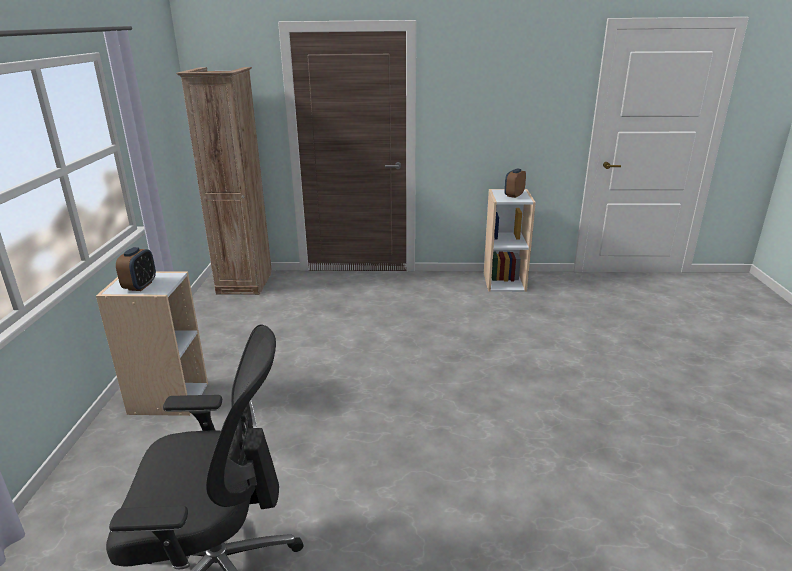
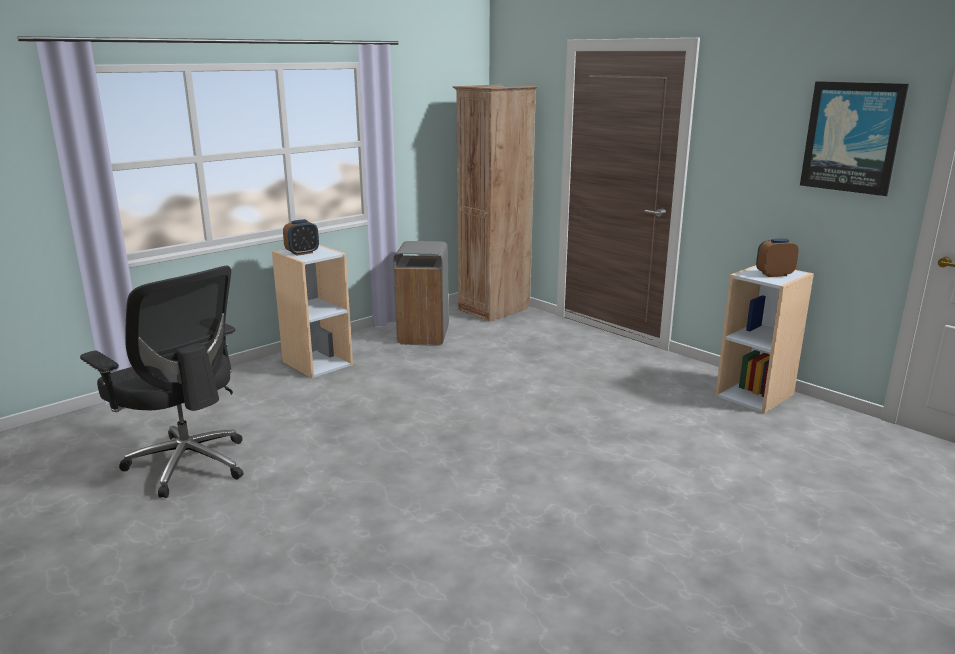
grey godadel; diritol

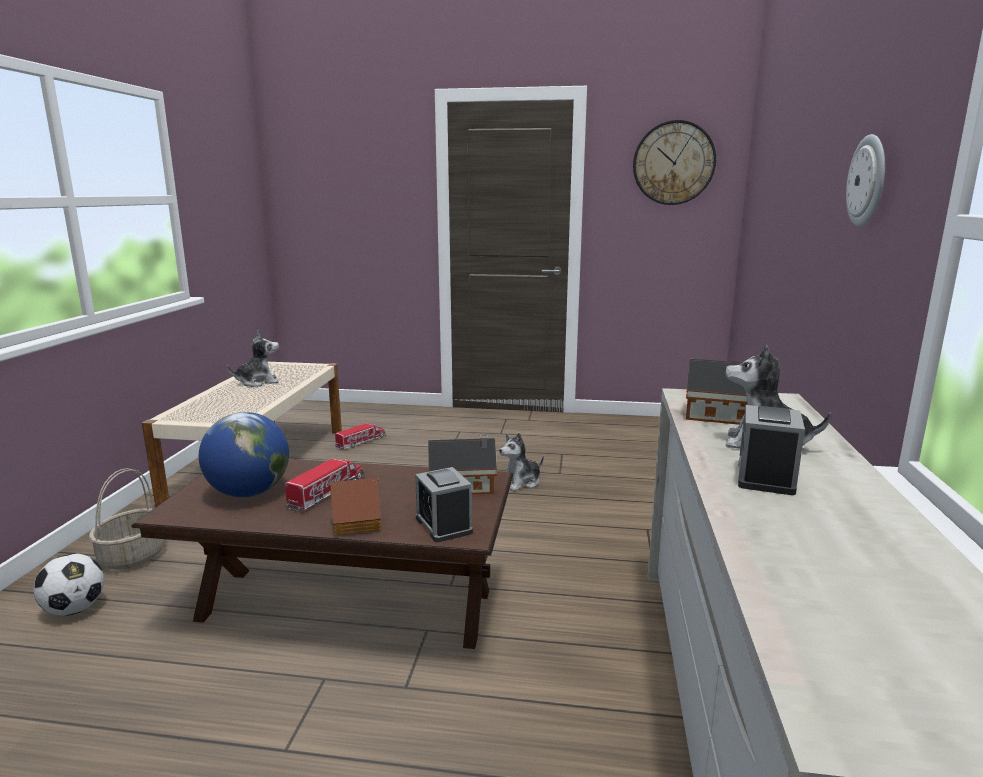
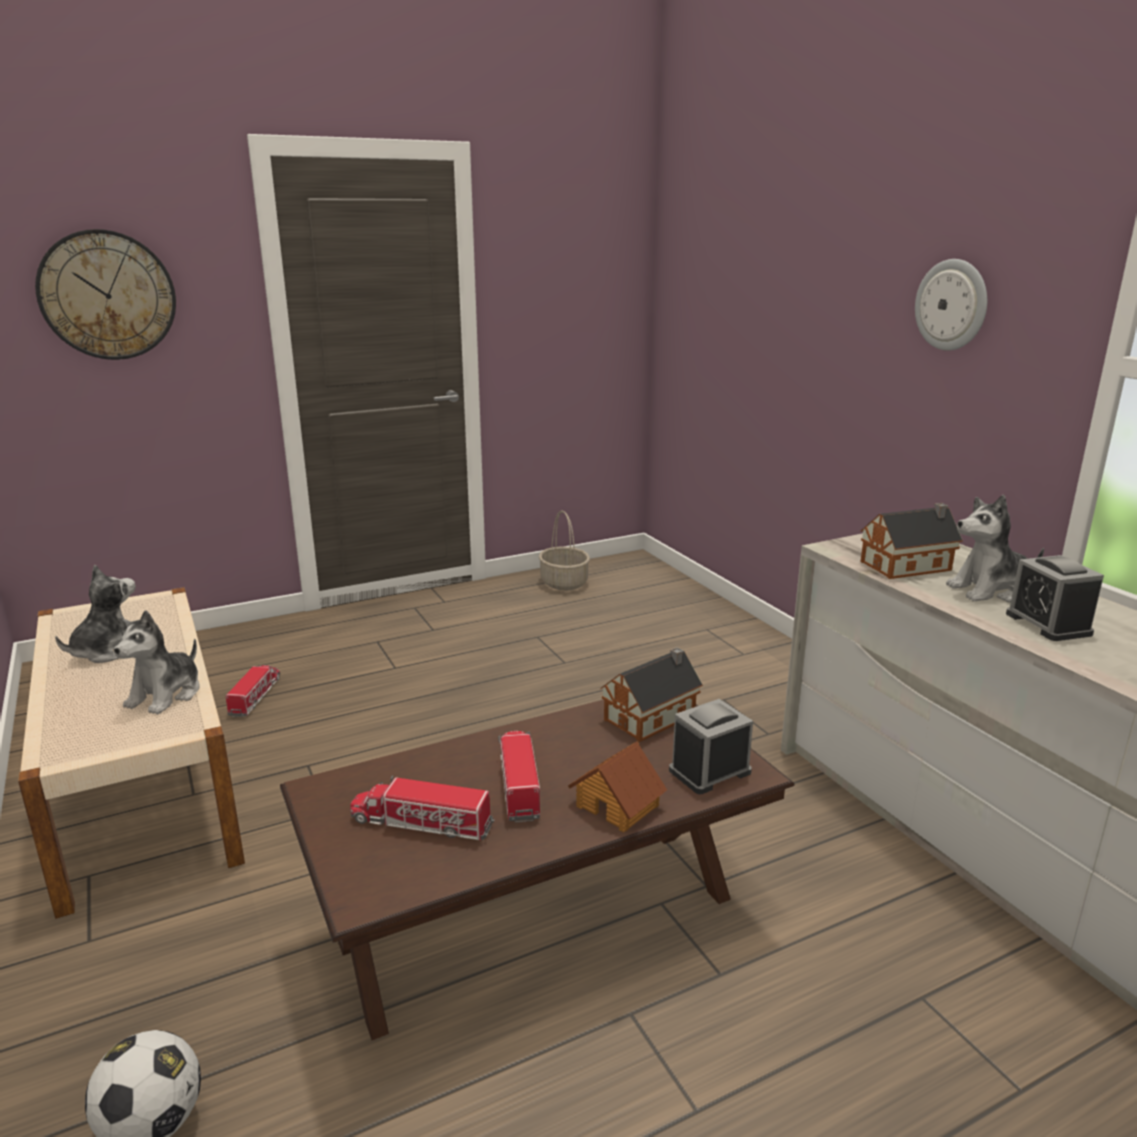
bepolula; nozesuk (2nd from left); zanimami (1st from left); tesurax (2nd from left); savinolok (1st from left)

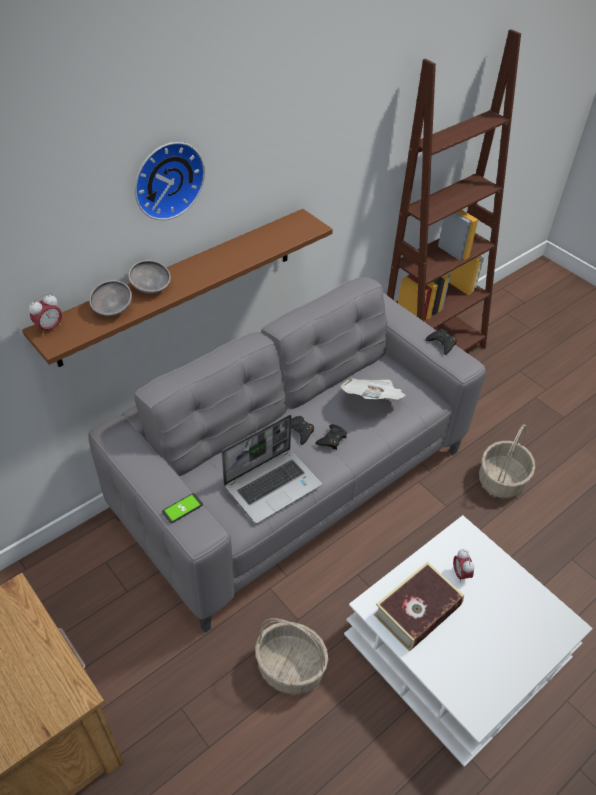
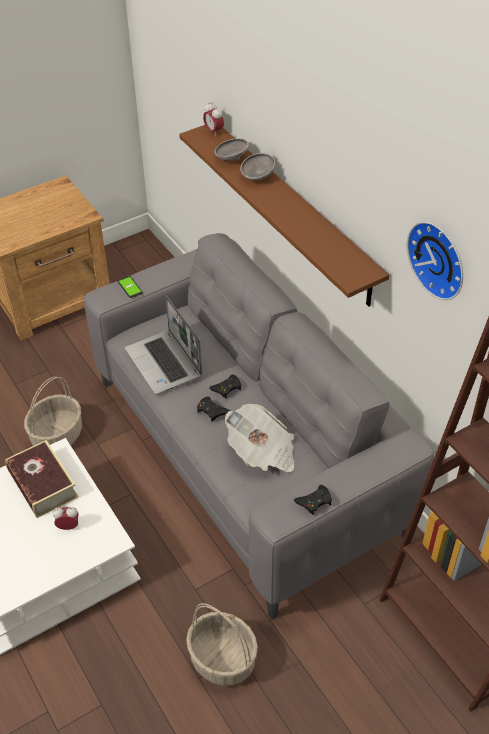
savinolok

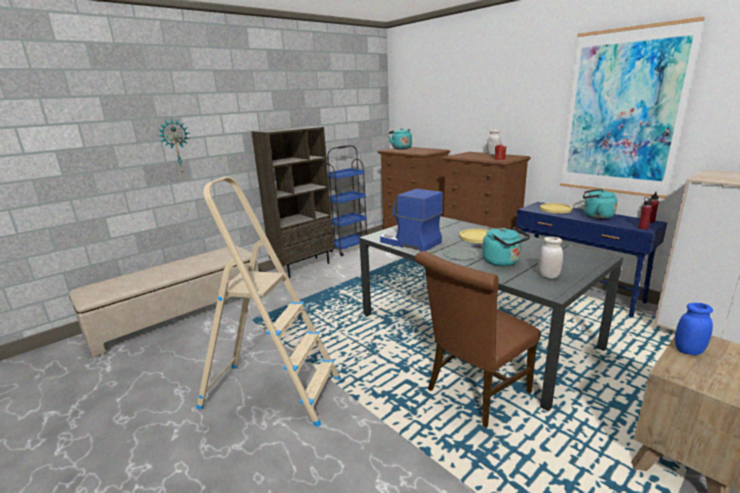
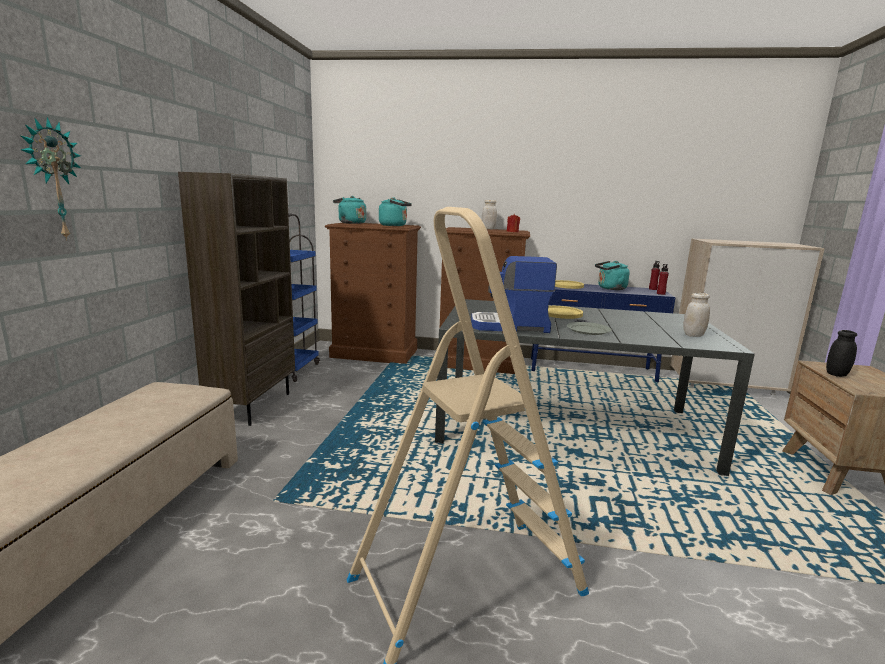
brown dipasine; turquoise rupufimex (2nd from left); diritol; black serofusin

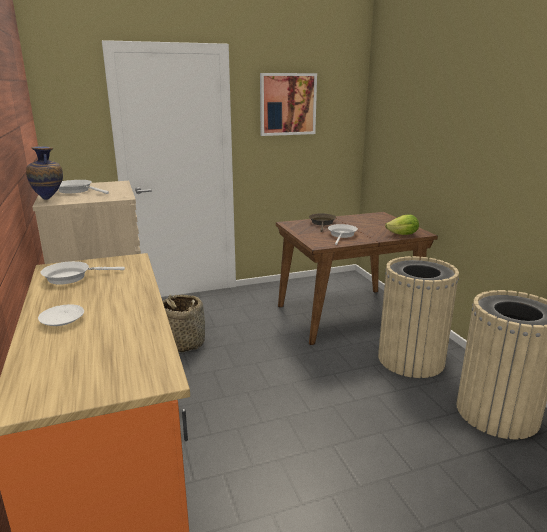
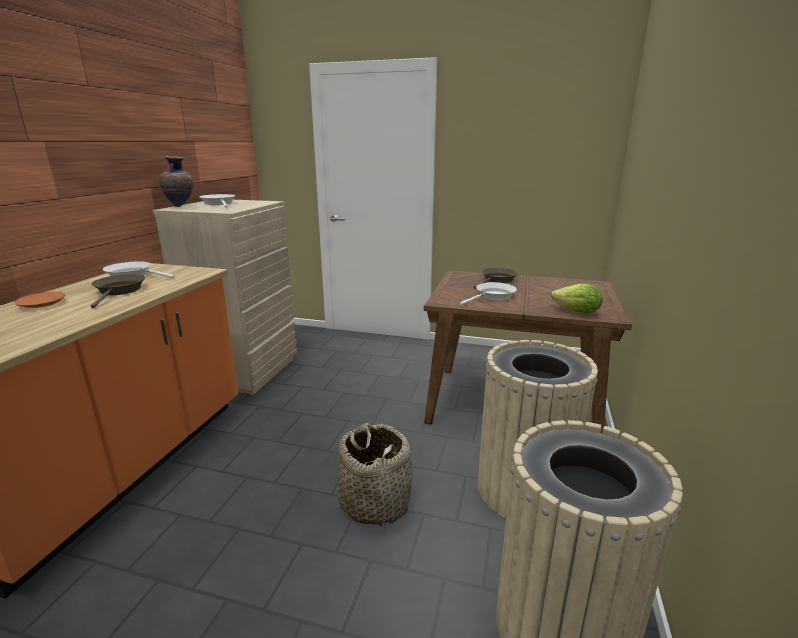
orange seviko; bepolula; diritol; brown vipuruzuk (1st from left)

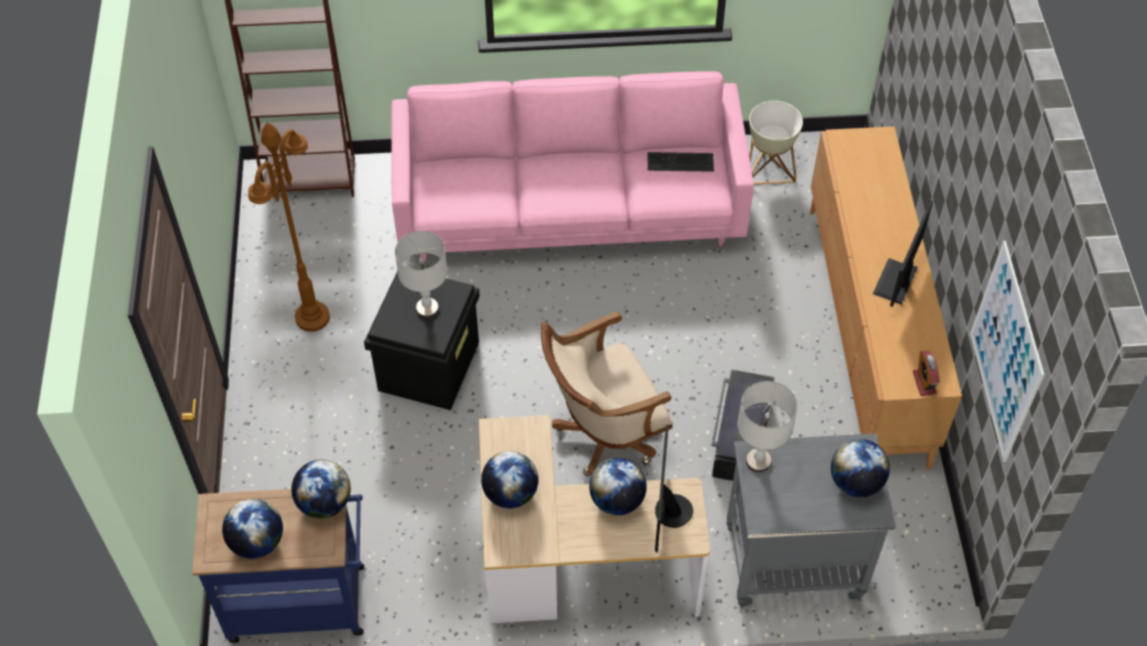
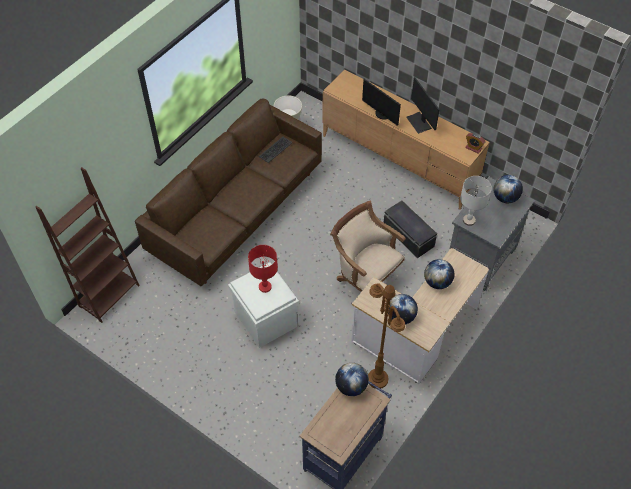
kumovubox (1st from left in the first image); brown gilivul; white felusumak; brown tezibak; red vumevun; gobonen; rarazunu (1st from left); diritol

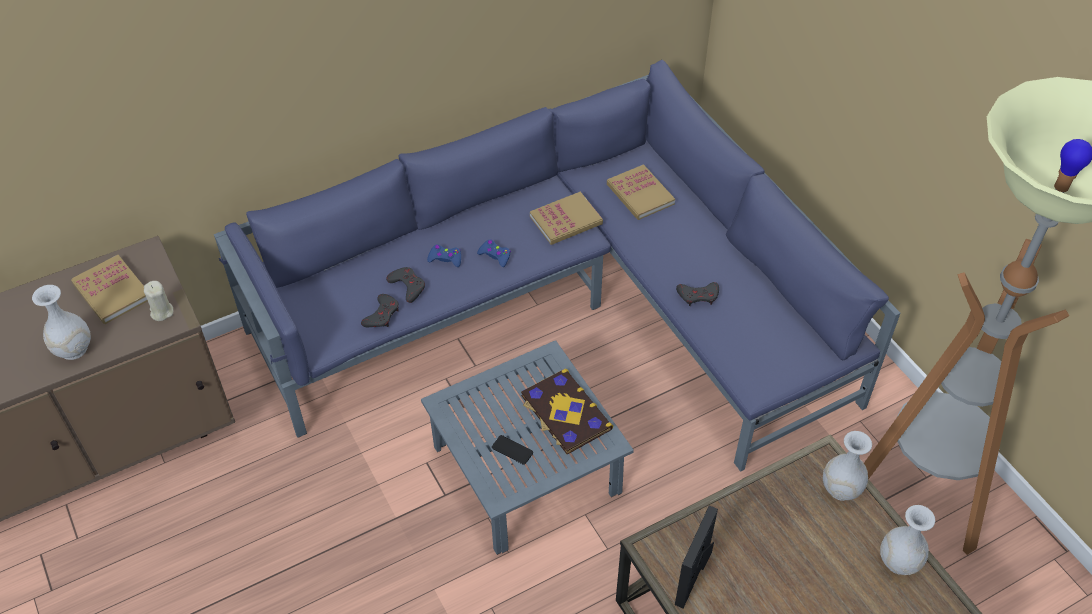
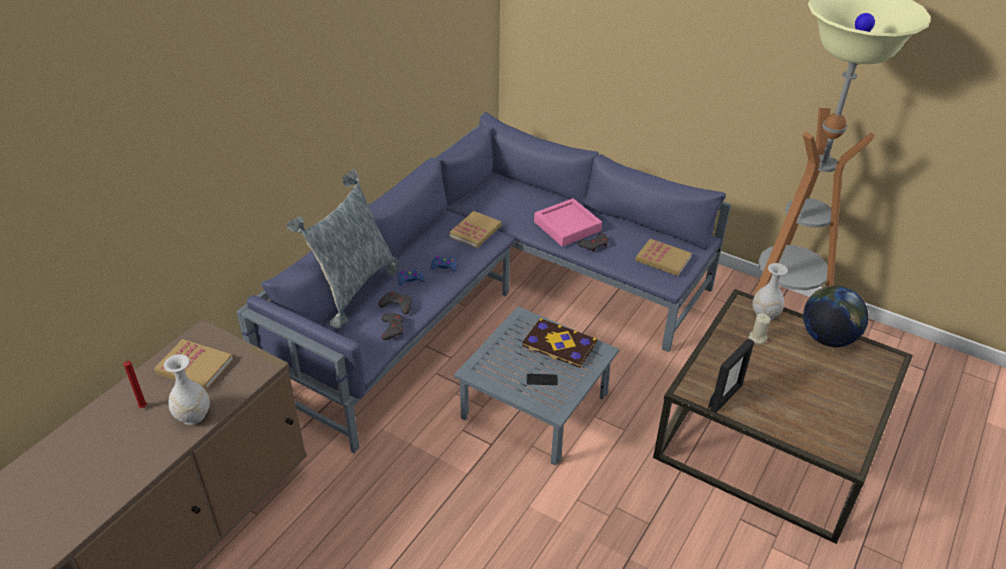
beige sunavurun; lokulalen (4th from left); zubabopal; kumovubox; red sunavurun; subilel; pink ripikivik

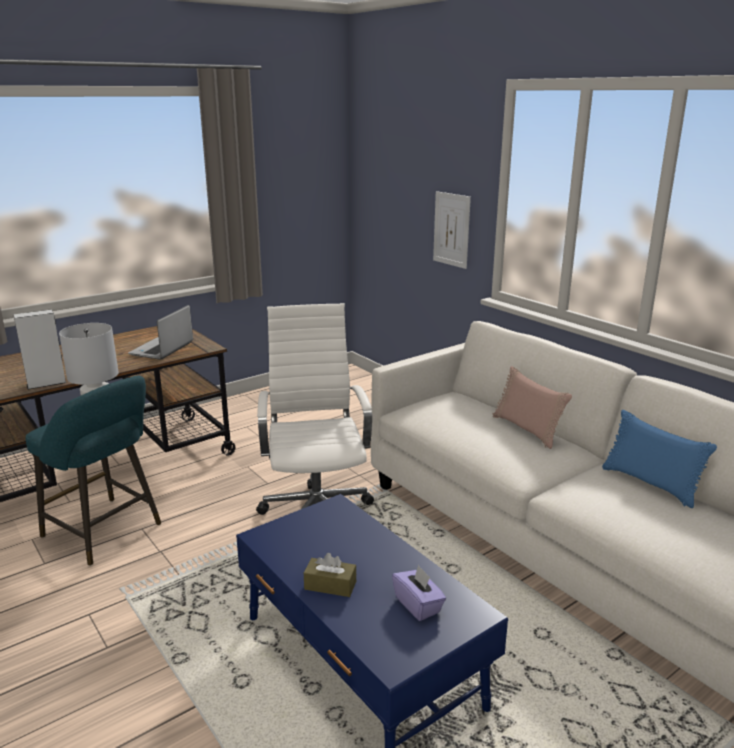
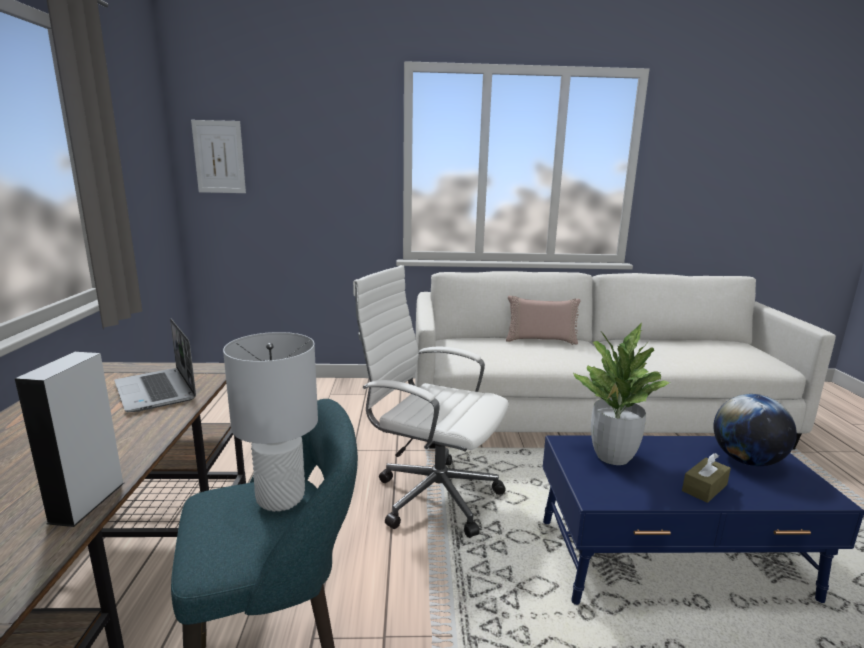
kumovubox; diritol; blue subilel; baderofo

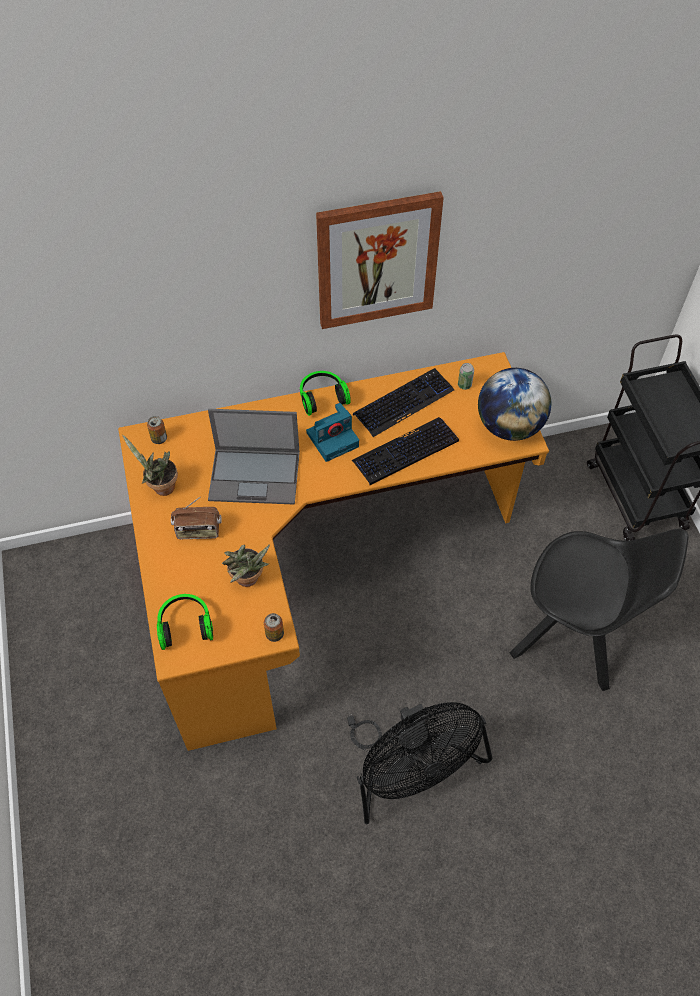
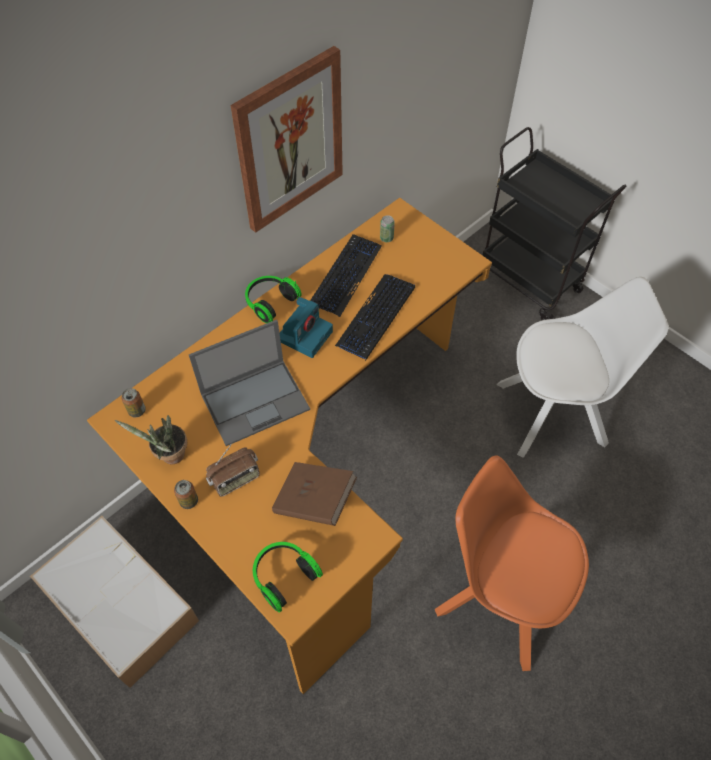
brown lokulalen; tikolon (2nd from left); orange dipasine; kumovubox; white dipasine; felusumak

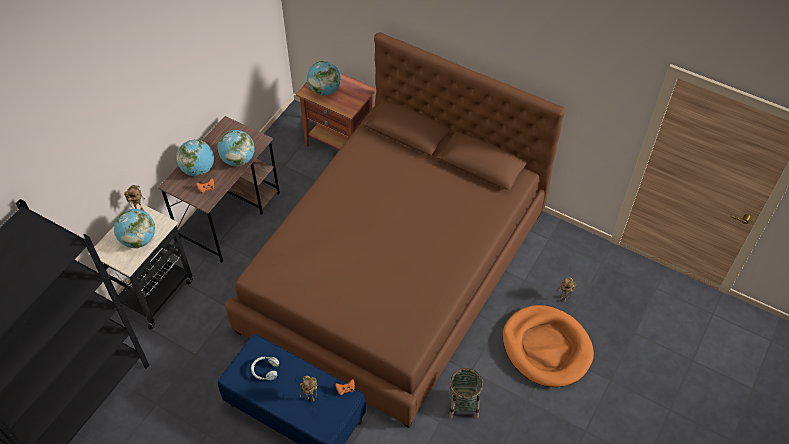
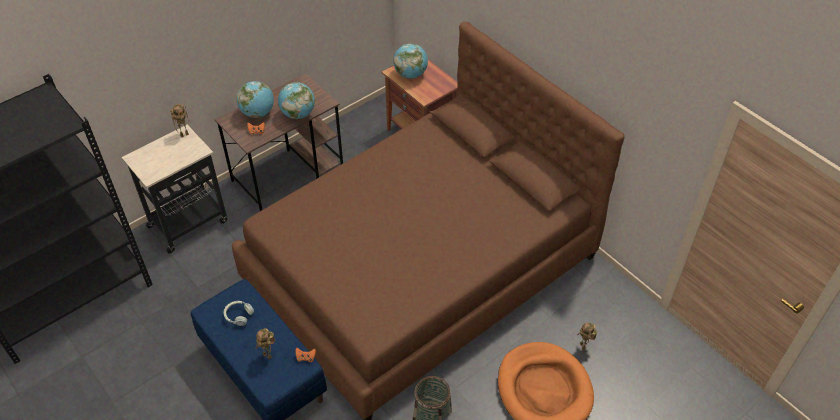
kumovubox (1st from left in the first image)

